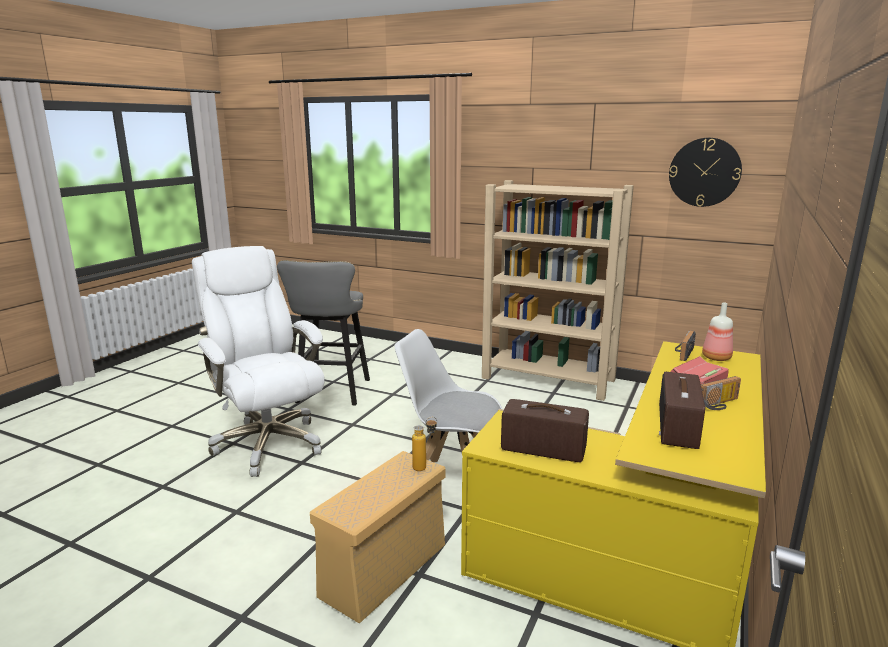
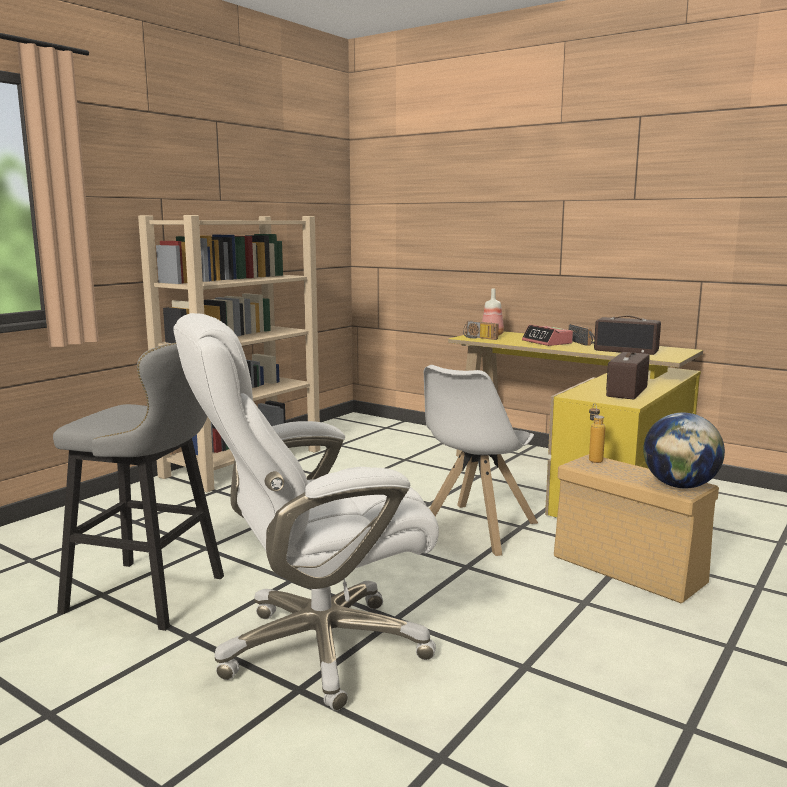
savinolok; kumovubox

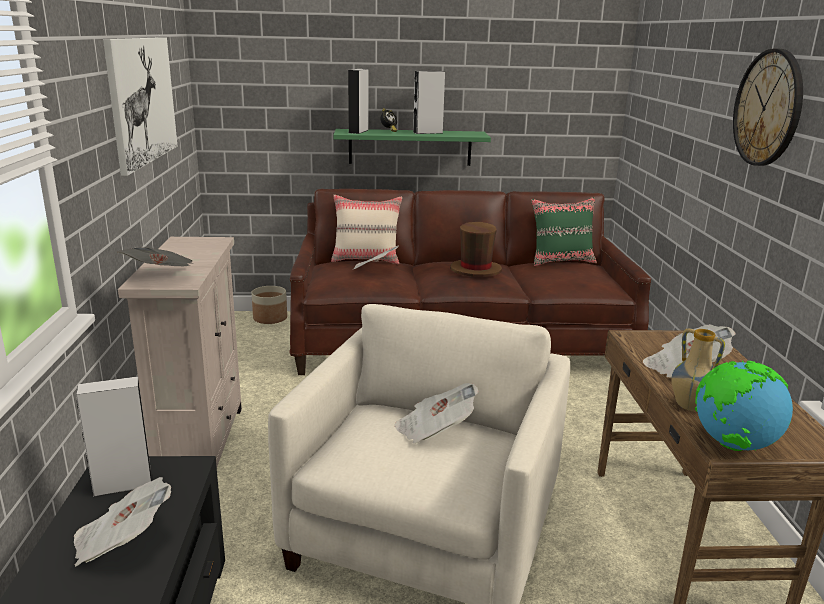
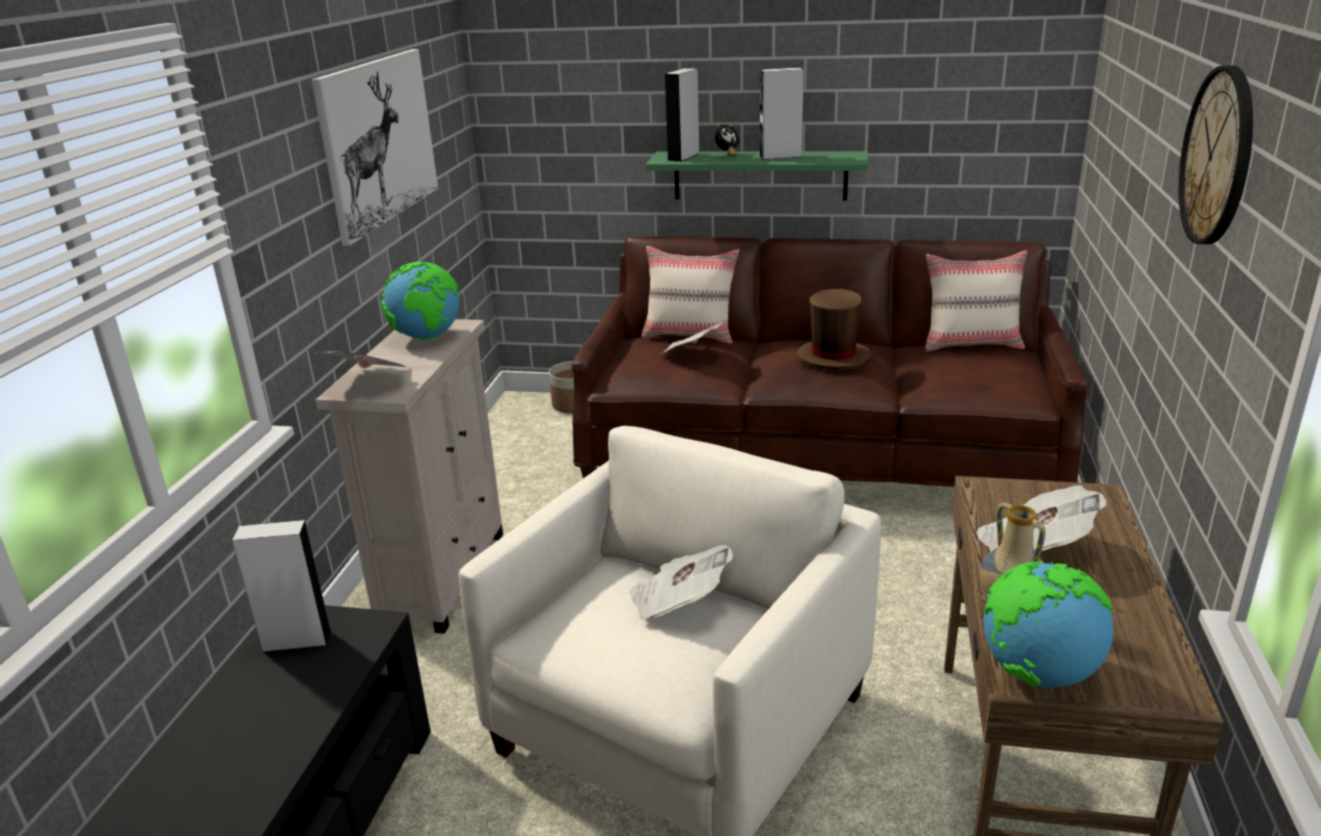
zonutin (1st from left in the first image); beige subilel (2nd from left); kumovubox (1st from left)

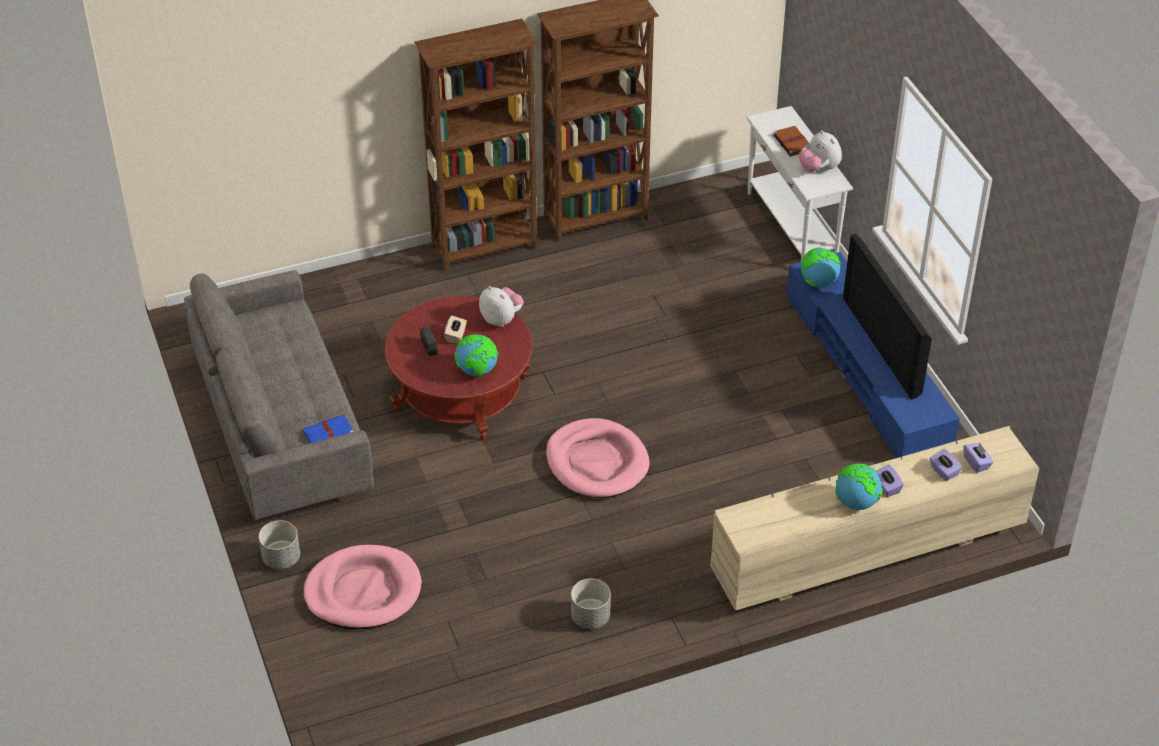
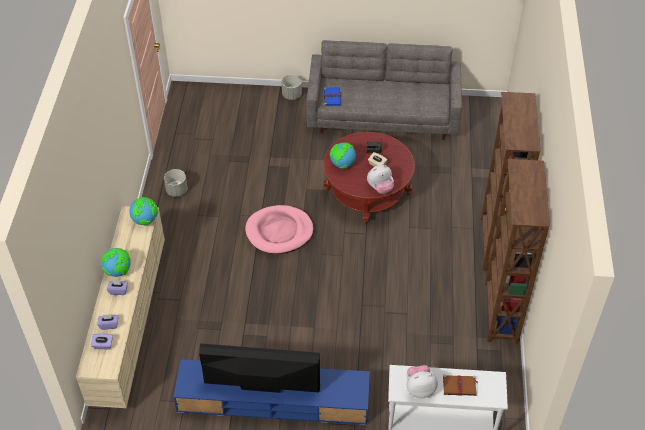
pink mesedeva (1st from left in the first image); kumovubox (2nd from left)

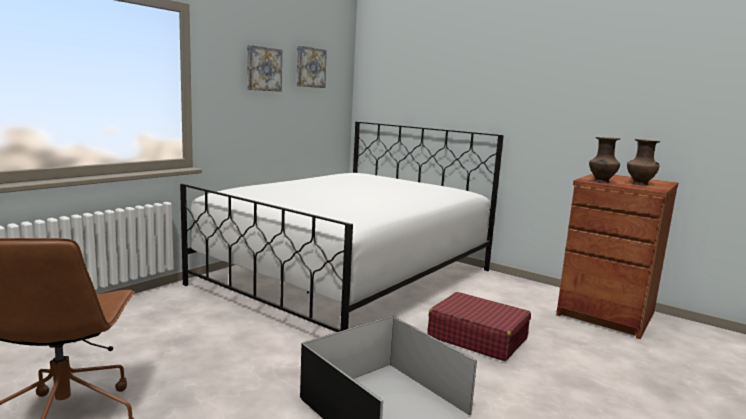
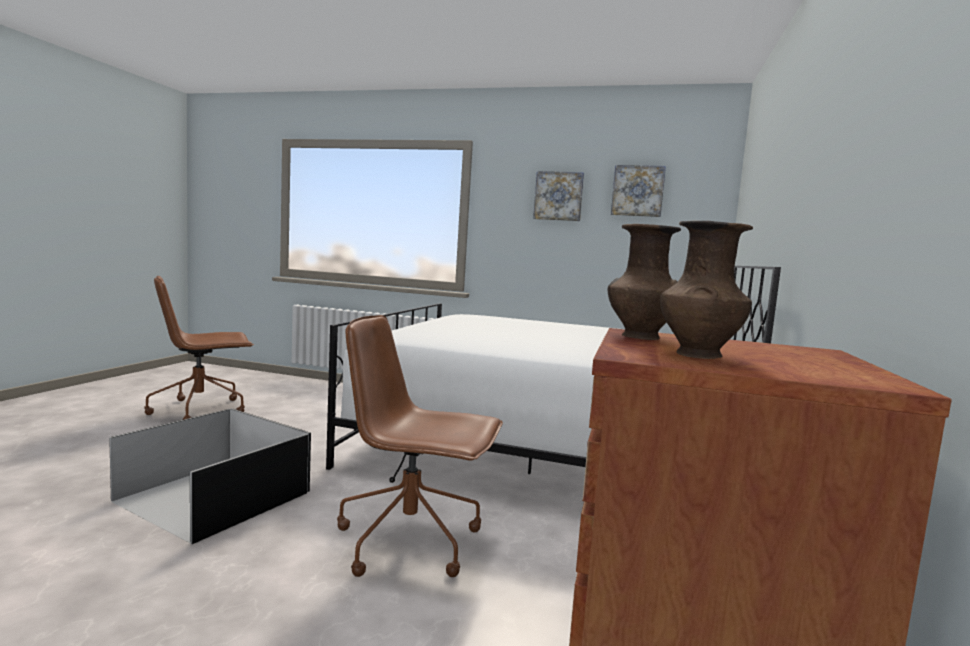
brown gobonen (2nd from left)

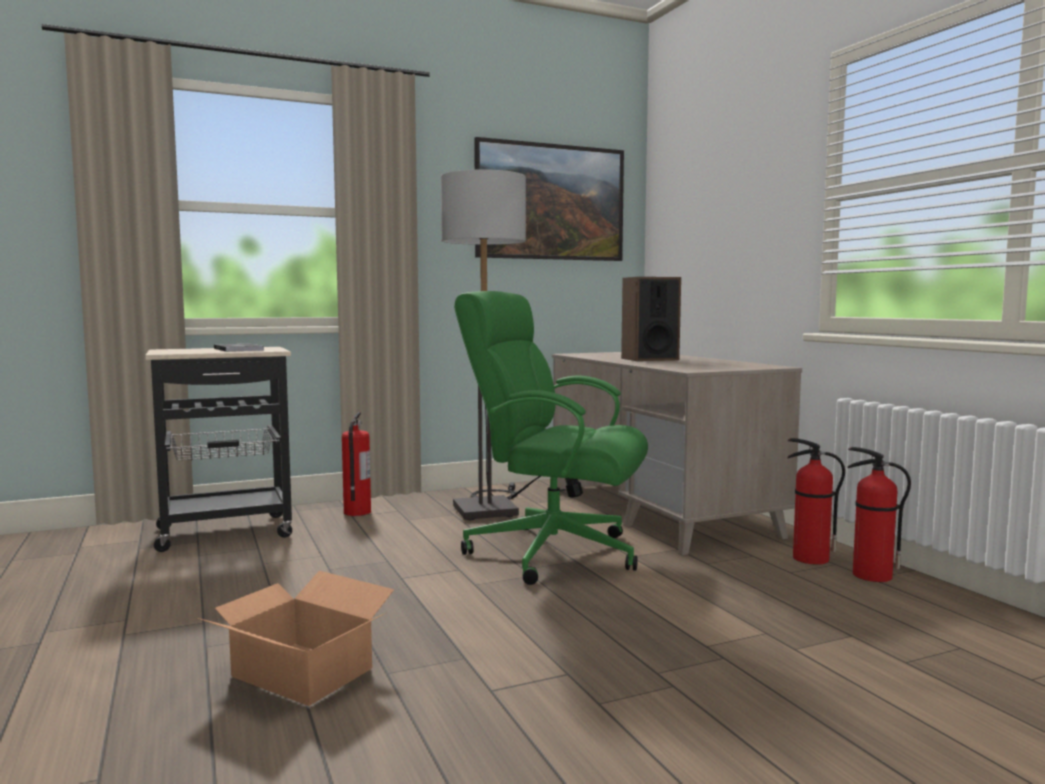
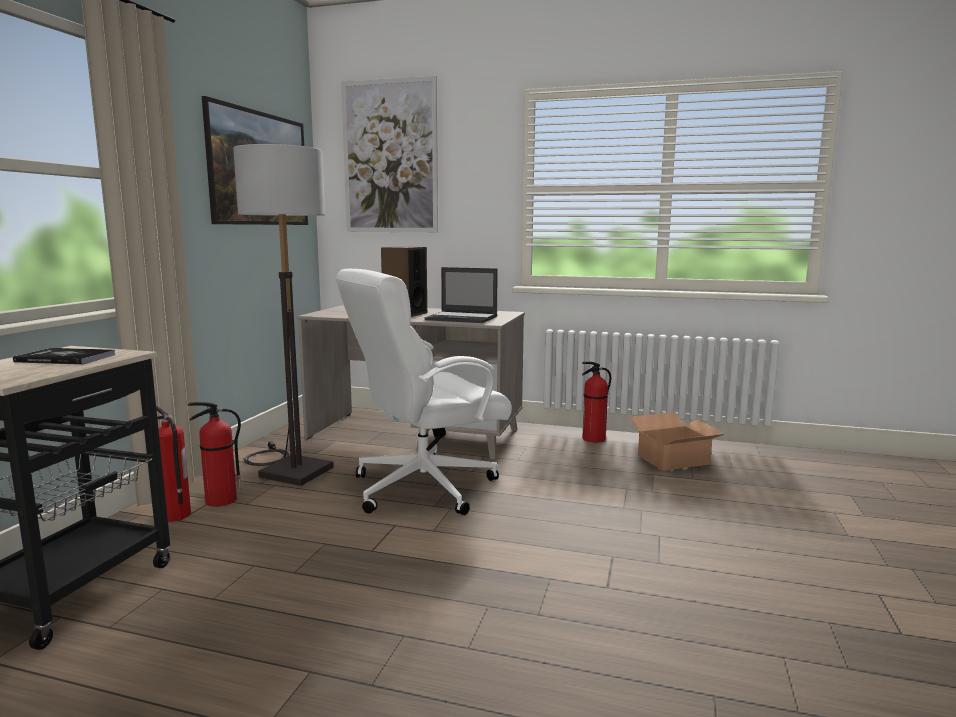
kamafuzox; white gobonen; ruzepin (2nd from left); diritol (2nd from left); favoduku

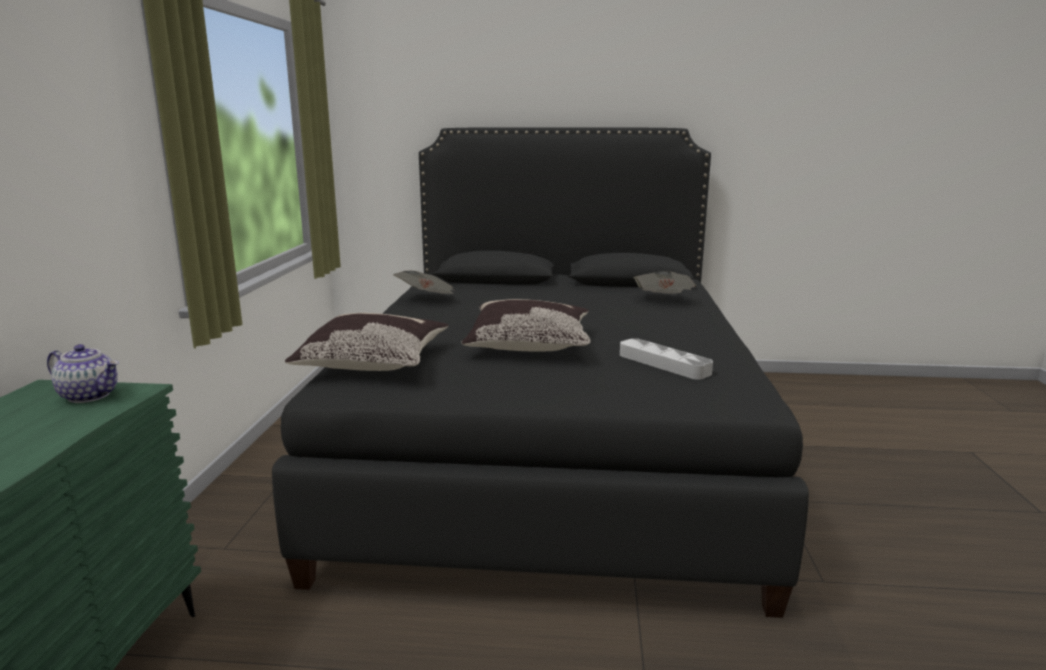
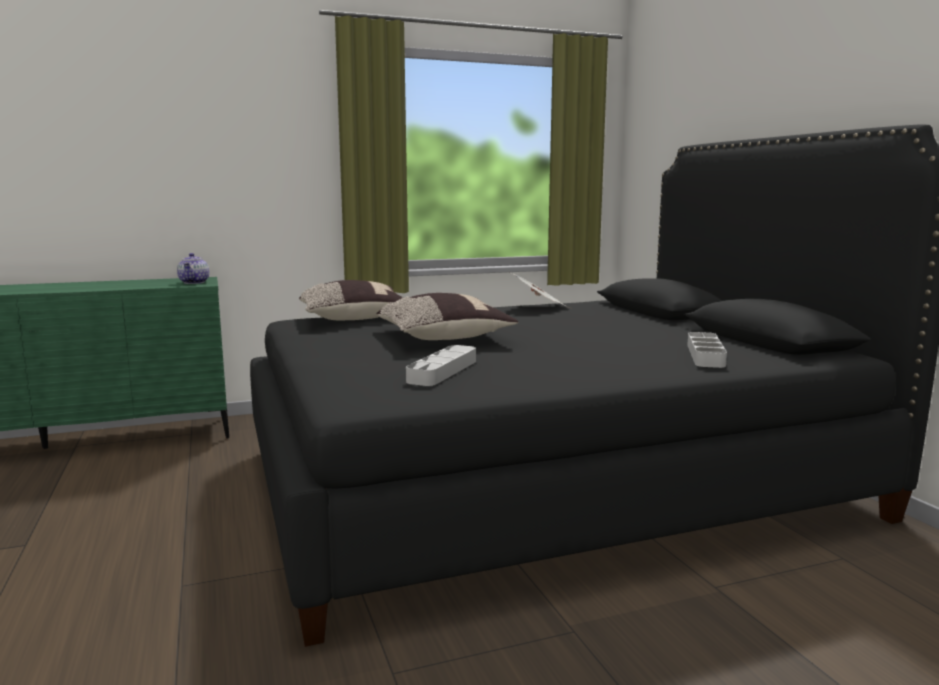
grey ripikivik (2nd from left)

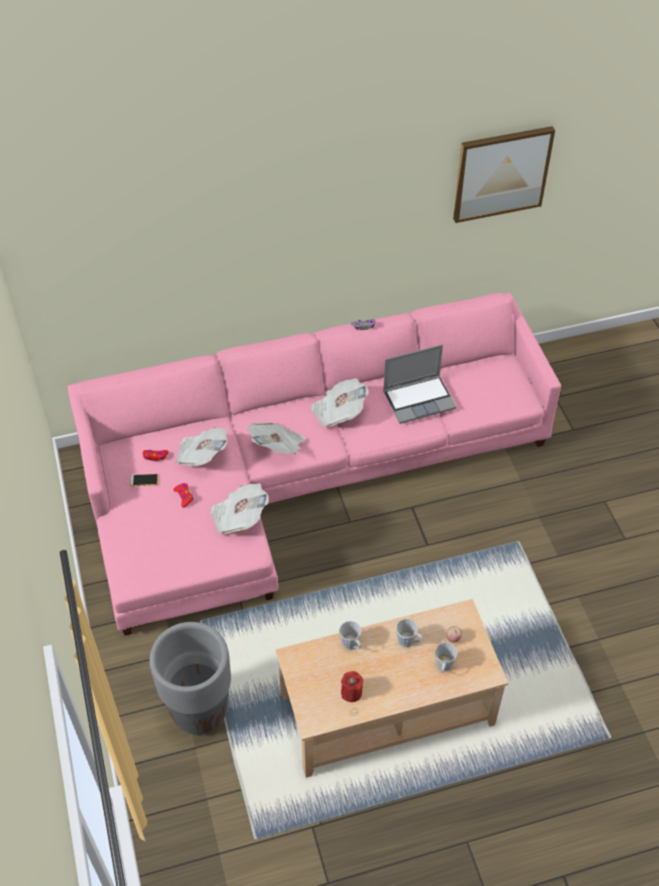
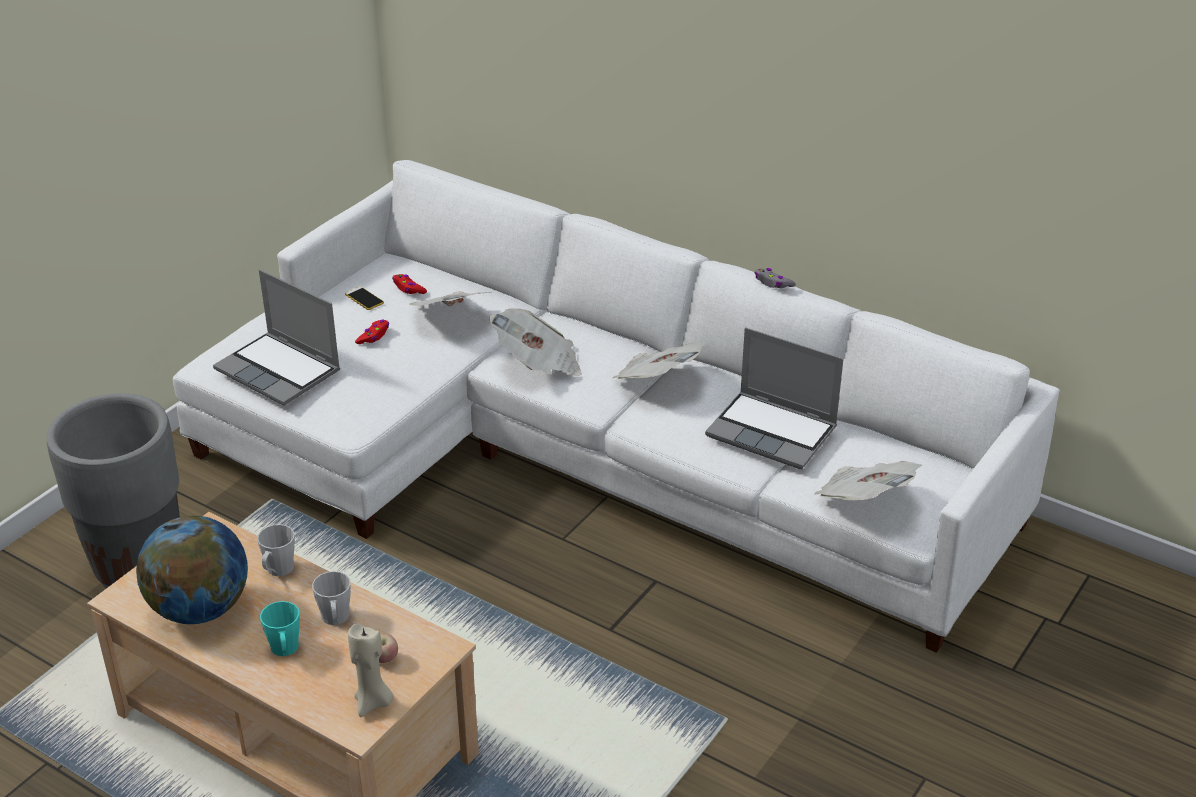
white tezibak; zonutin (4th from left); kumovubox; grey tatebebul (3rd from left in the first image); diritol; favoduku (1st from left); turquoise tatebebul; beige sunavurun

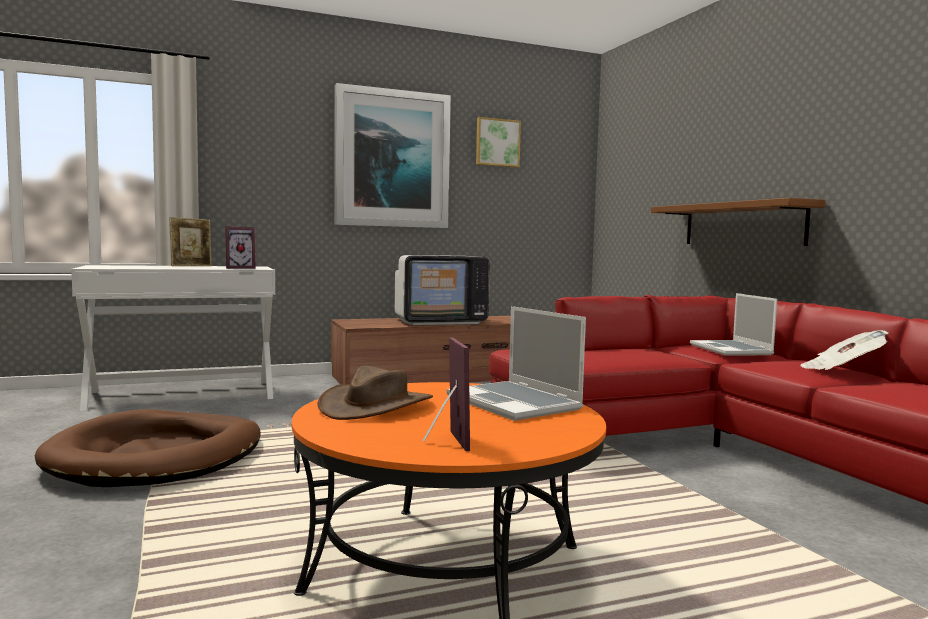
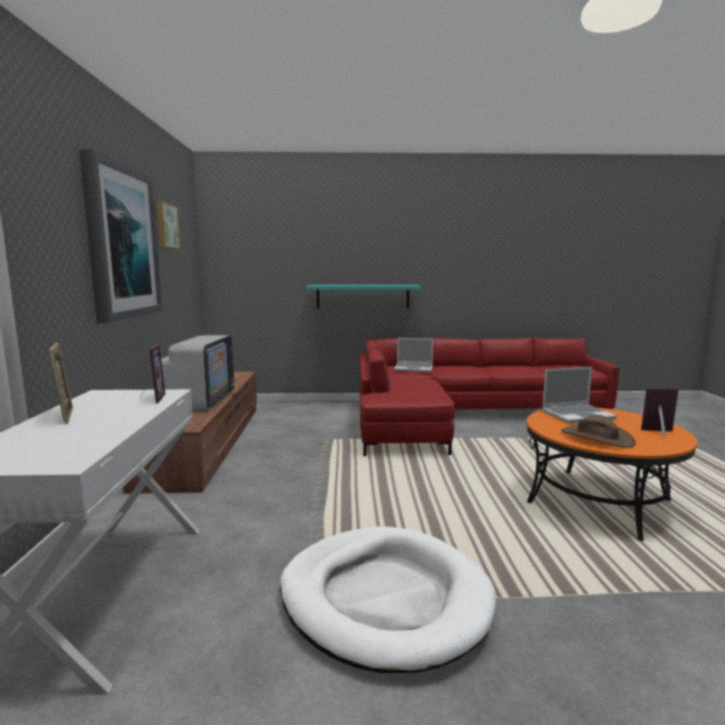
white mesedeva; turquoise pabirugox; zonutin

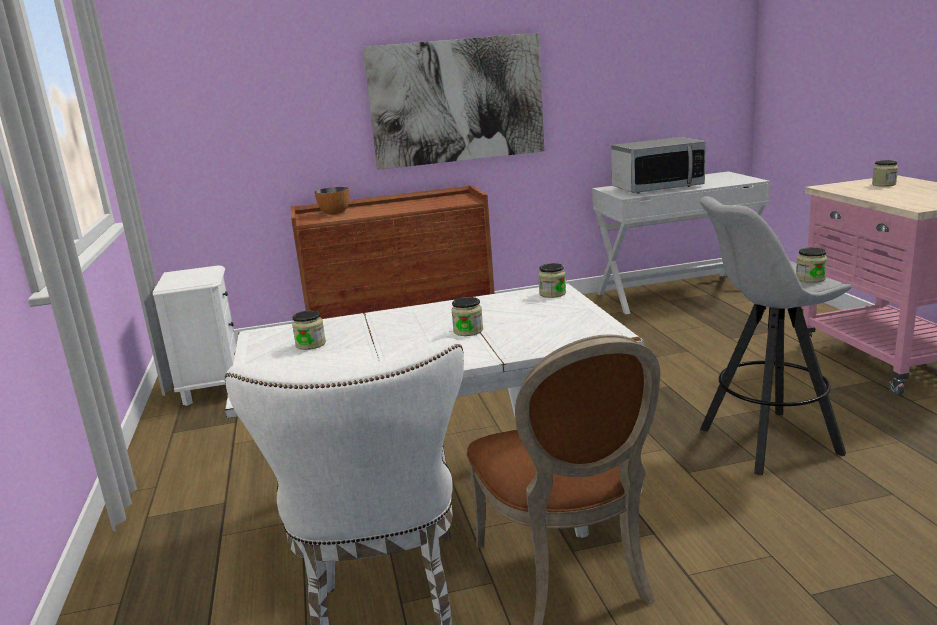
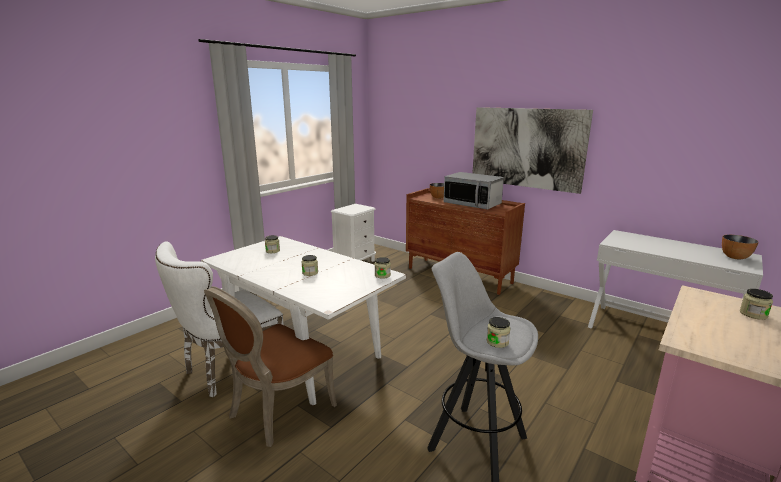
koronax; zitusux (2nd from left)

